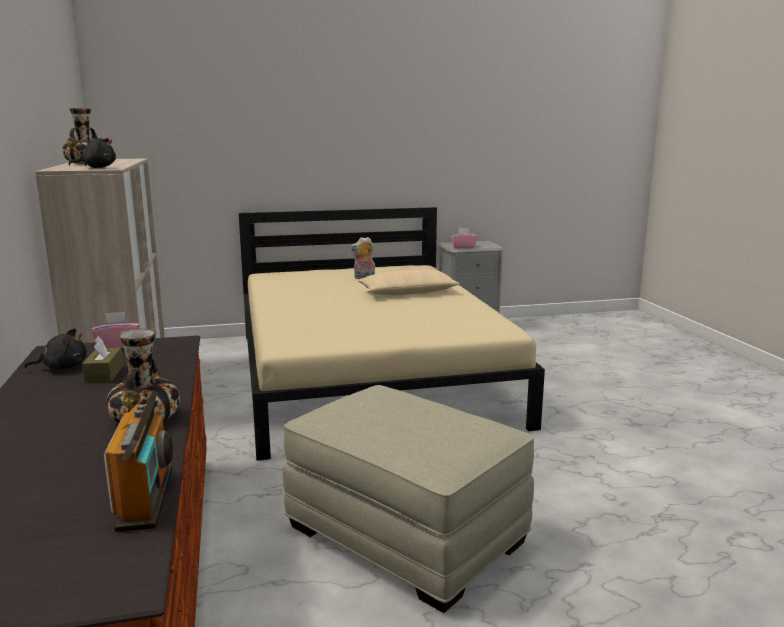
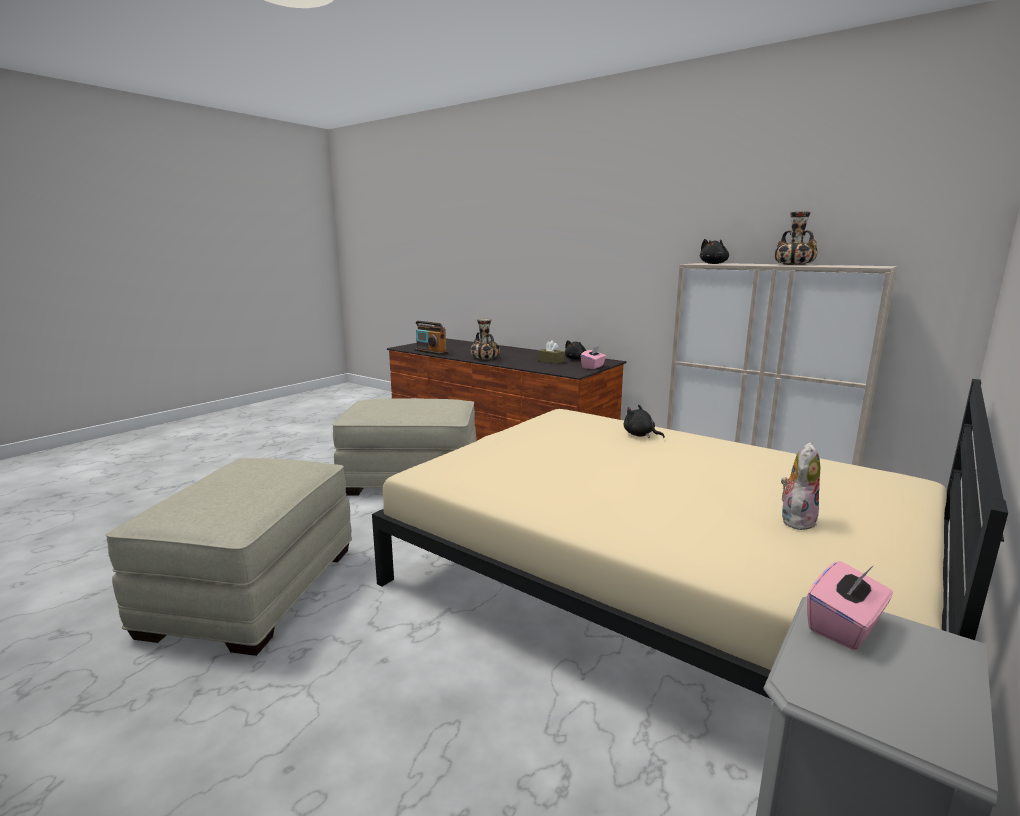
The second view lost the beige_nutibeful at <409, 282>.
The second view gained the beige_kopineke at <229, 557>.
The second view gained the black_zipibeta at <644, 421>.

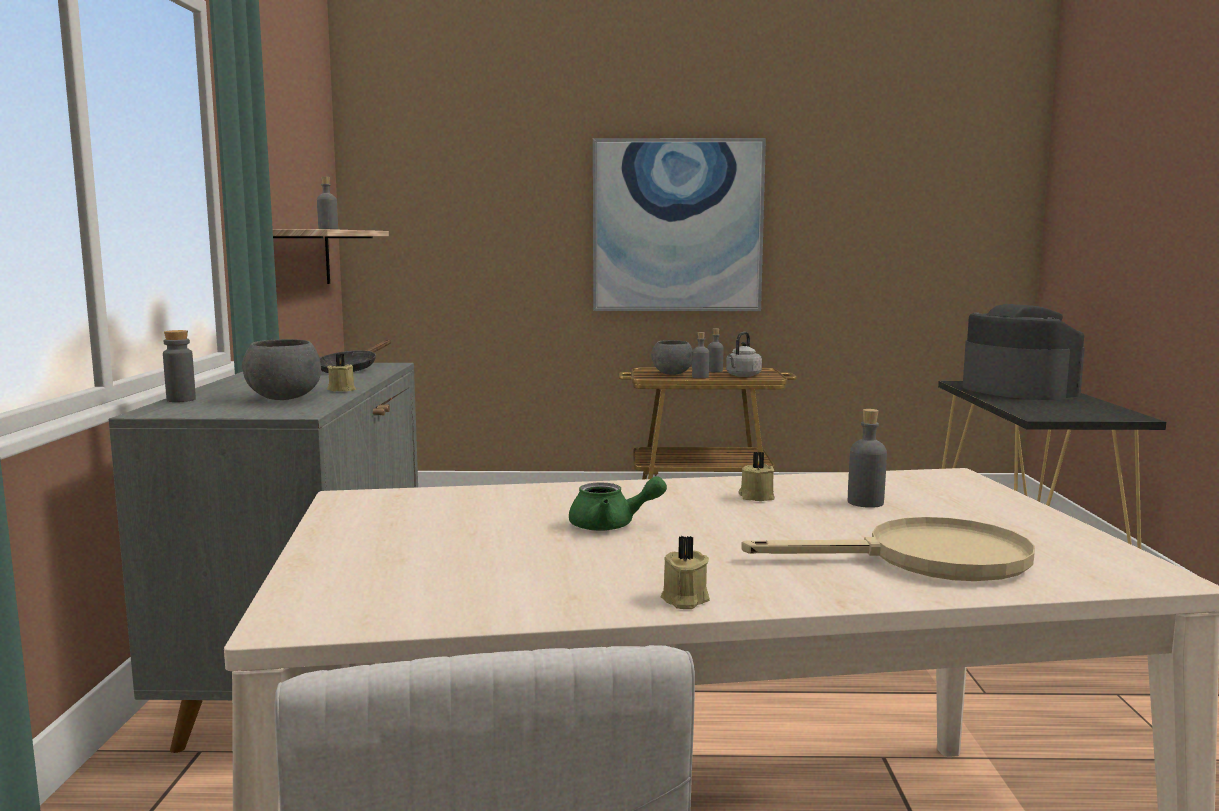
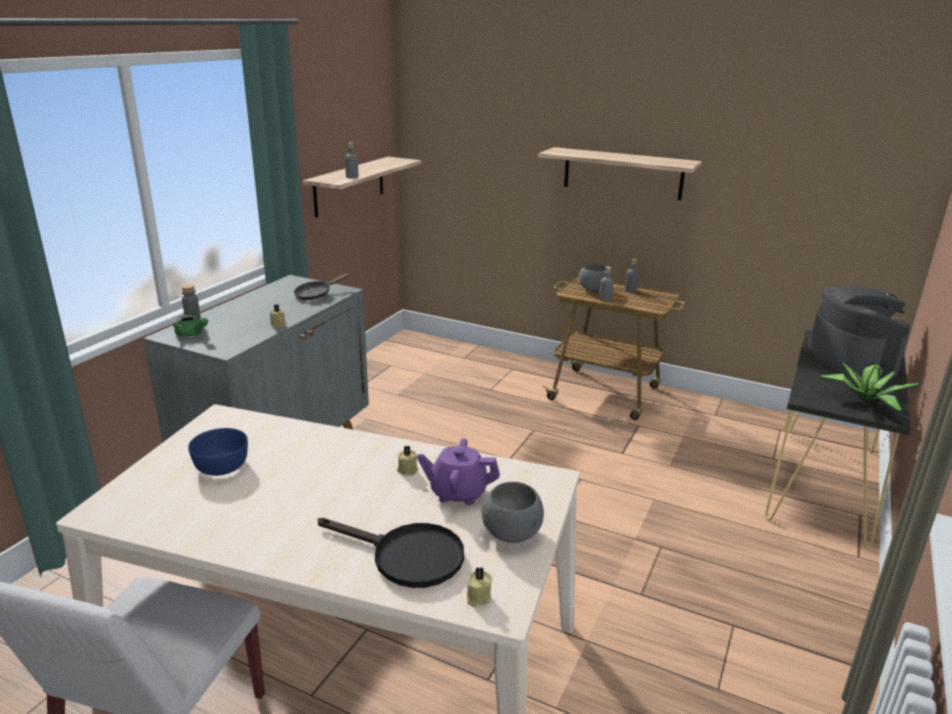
The second view lost the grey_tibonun at <744, 354>.
The second view gained the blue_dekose at <218, 452>.
The second view gained the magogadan at <870, 387>.
The grey_dekose ended up elsewhere, having gone from <281, 369> to <513, 512>.
The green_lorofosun ended up elsewhere, having gone from <618, 503> to <190, 326>.
The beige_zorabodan ended up elsewhere, having gone from <685, 572> to <479, 587>.
Where the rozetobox hung at <679, 224>, the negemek came to hang at <620, 173>.
Where the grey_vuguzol stood at <867, 458>, the purple_lorofosun came to stand at <458, 471>.
What was the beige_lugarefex at <888, 549> turned into the black_lugarefex at <391, 553>.

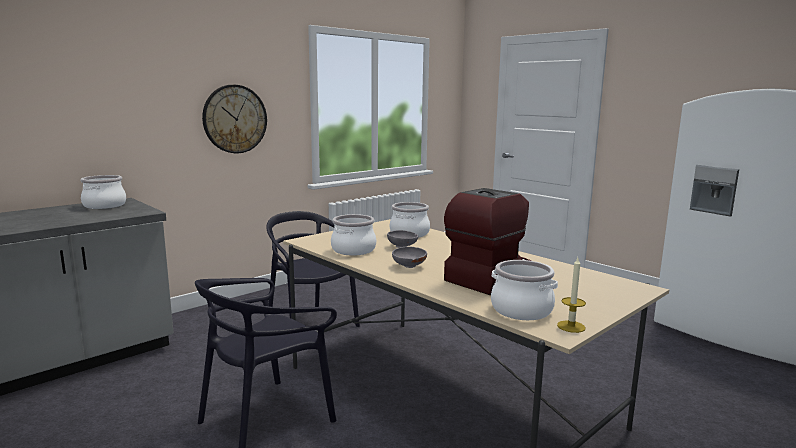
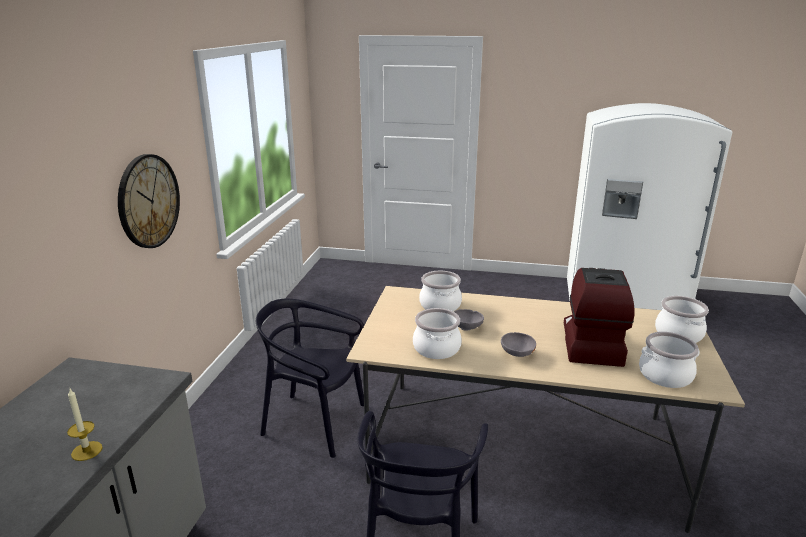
The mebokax ended up elsewhere, having gone from <103, 192> to <682, 319>.
The zorabodan ended up elsewhere, having gone from <571, 295> to <85, 425>.

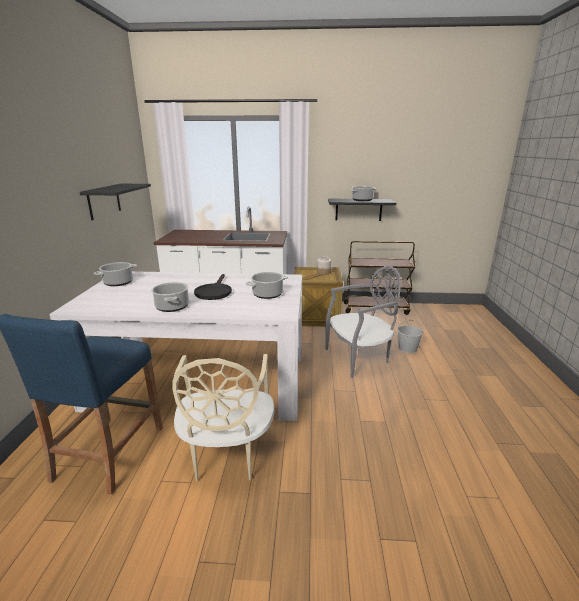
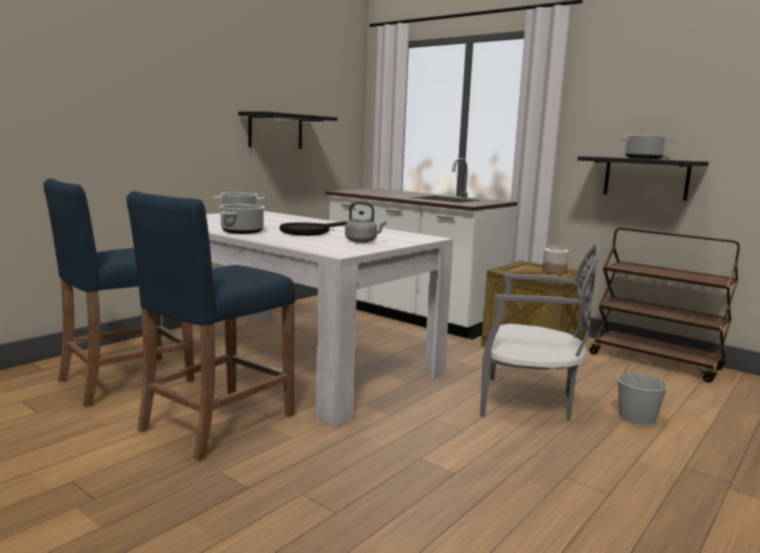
Where the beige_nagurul stood at <224, 418>, the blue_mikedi came to stand at <211, 326>.
Where the mebokax stood at <267, 285>, the grey_tibonun came to stand at <365, 222>.

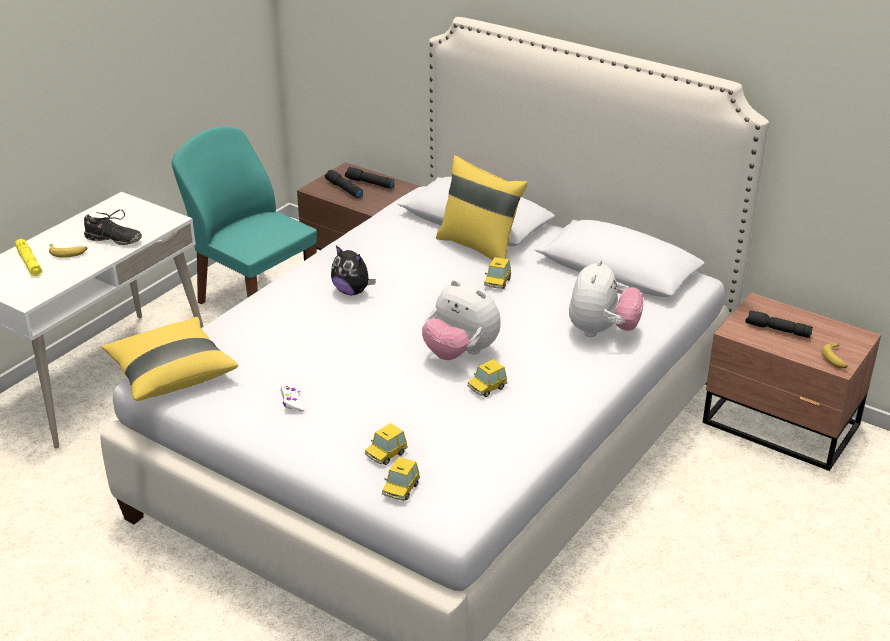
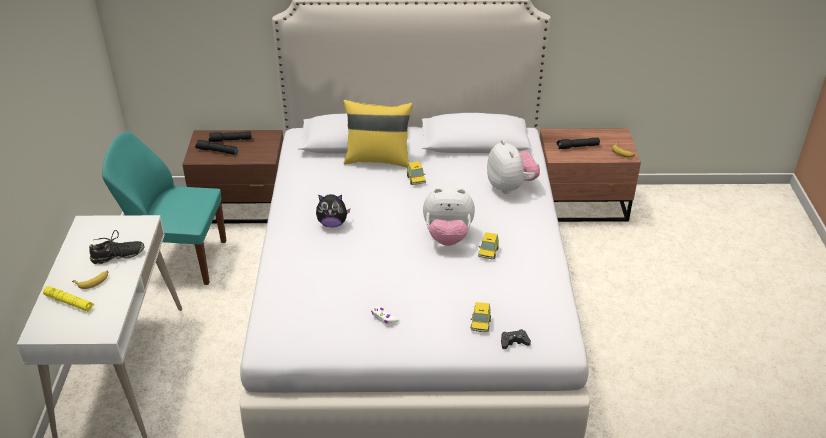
The second view lost the yellow_nutibeful at <169, 359>.
Where the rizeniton stood at <401, 479>, the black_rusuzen came to stand at <516, 339>.

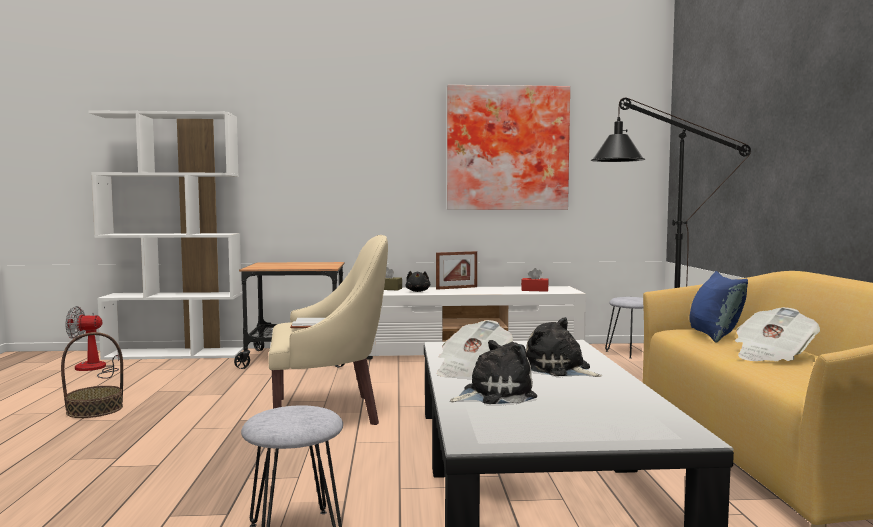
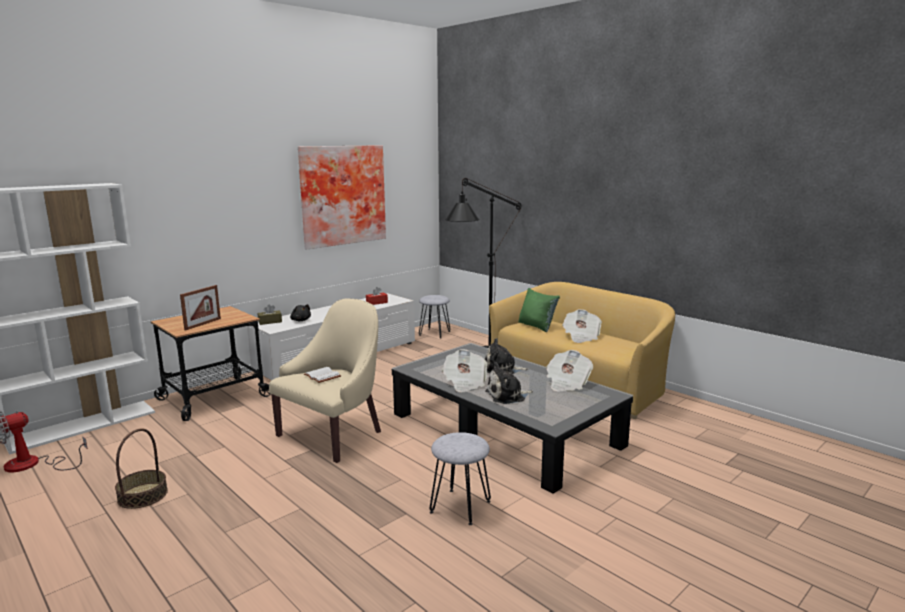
The second view gained the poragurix at <570, 370>.
The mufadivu ended up elsewhere, having gone from <456, 270> to <200, 308>.
What was the blue_nutibeful at <718, 307> turned into the green_nutibeful at <539, 310>.
The zipibeta at <493, 372> ended up facing another way, 135 degrees counterclockwise from before.

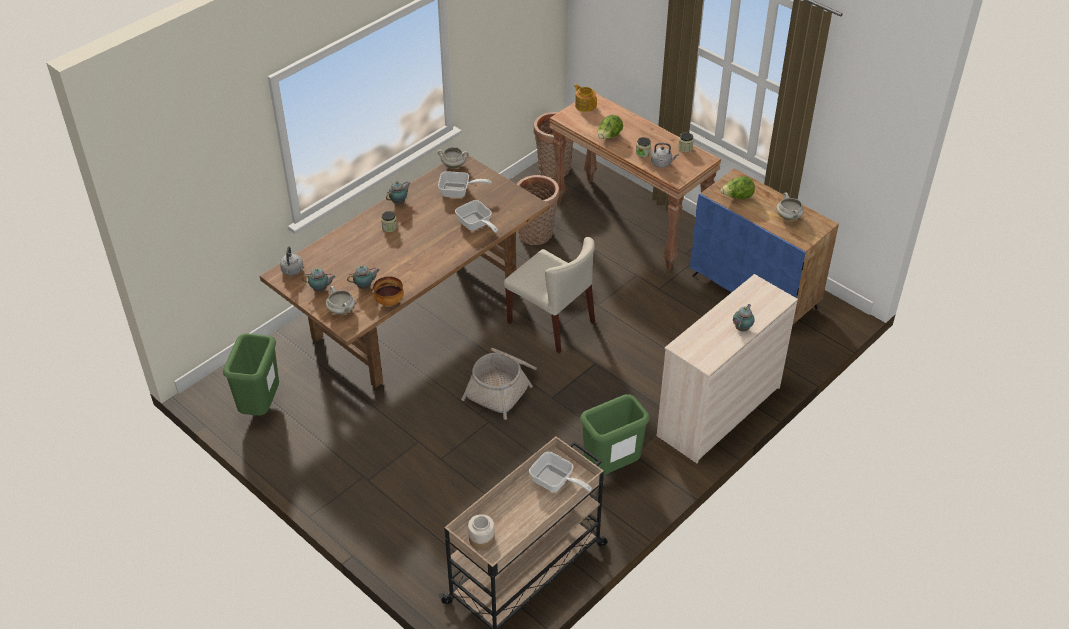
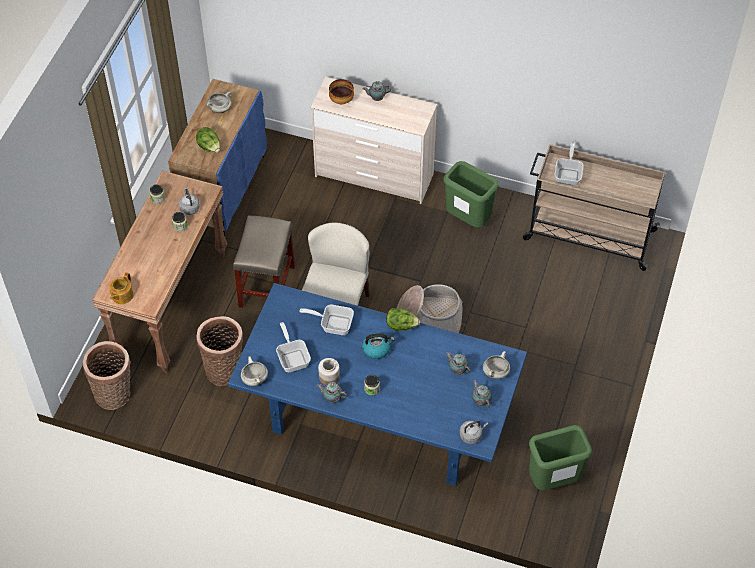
The second view gained the beige_mikedi at <264, 261>.
The second view gained the tibonun at <378, 346>.
The dekose ended up elsewhere, having gone from <388, 291> to <341, 91>.
The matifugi ended up elsewhere, having gone from <481, 532> to <329, 371>.
The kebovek ended up elsewhere, having gone from <610, 127> to <403, 319>.
What was the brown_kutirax at <405, 271> turned into the blue_kutirax at <377, 384>.
The lugarefex at <476, 216> ended up facing another way, 105 degrees counterclockwise from before.

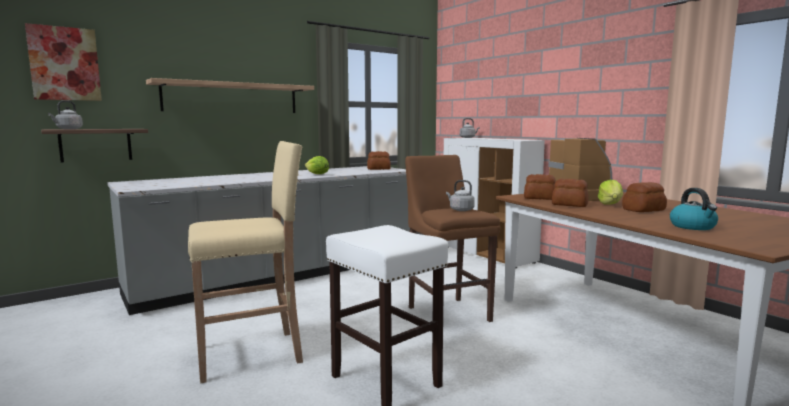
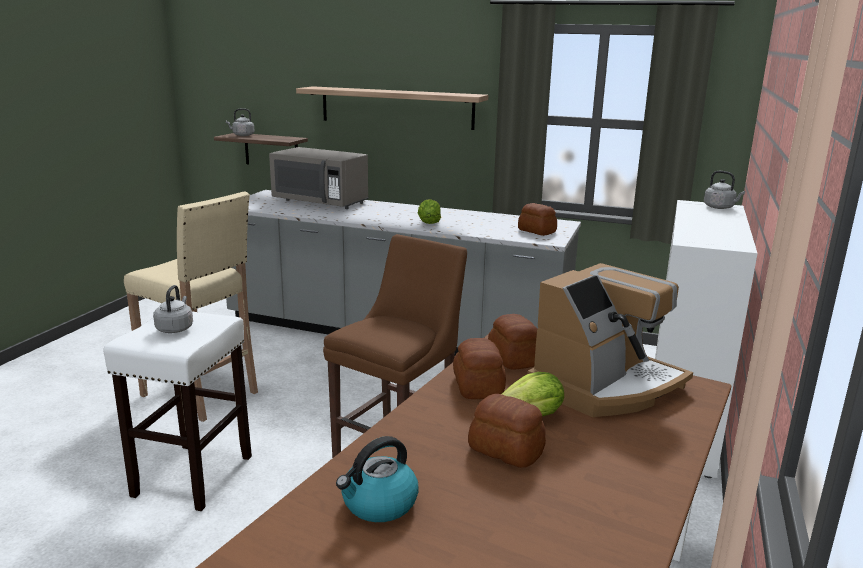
The second view lost the rozetobox at <63, 62>.
The second view gained the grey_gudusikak at <319, 178>.
The grey_tibonun ended up elsewhere, having gone from <460, 195> to <173, 309>.

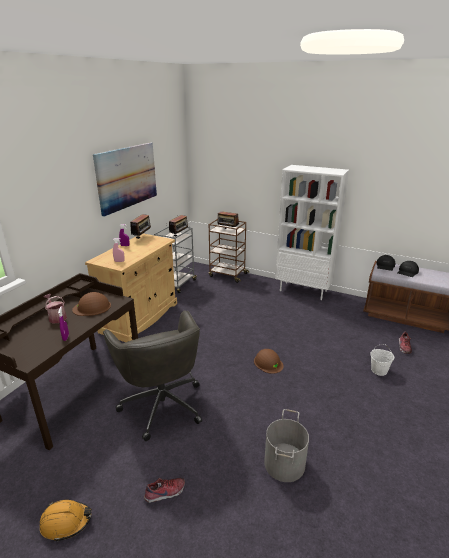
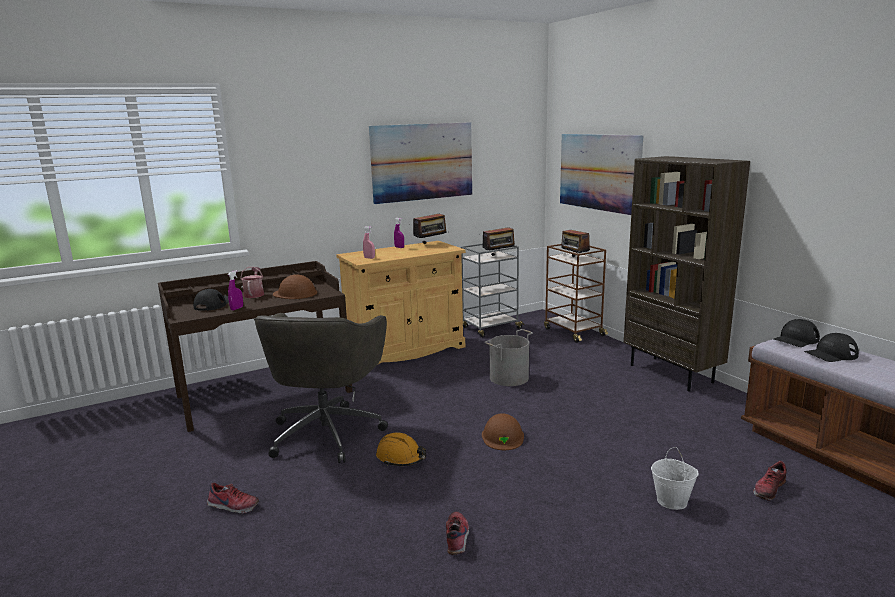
The second view gained the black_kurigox at <211, 300>.
The second view gained the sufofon at <457, 533>.
The second view gained the rozetobox at <601, 174>.
The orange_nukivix ended up elsewhere, having gone from <65, 521> to <401, 449>.
The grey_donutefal ended up elsewhere, having gone from <286, 445> to <508, 357>.
What was the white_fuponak at <312, 232> turned into the brown_fuponak at <687, 274>.

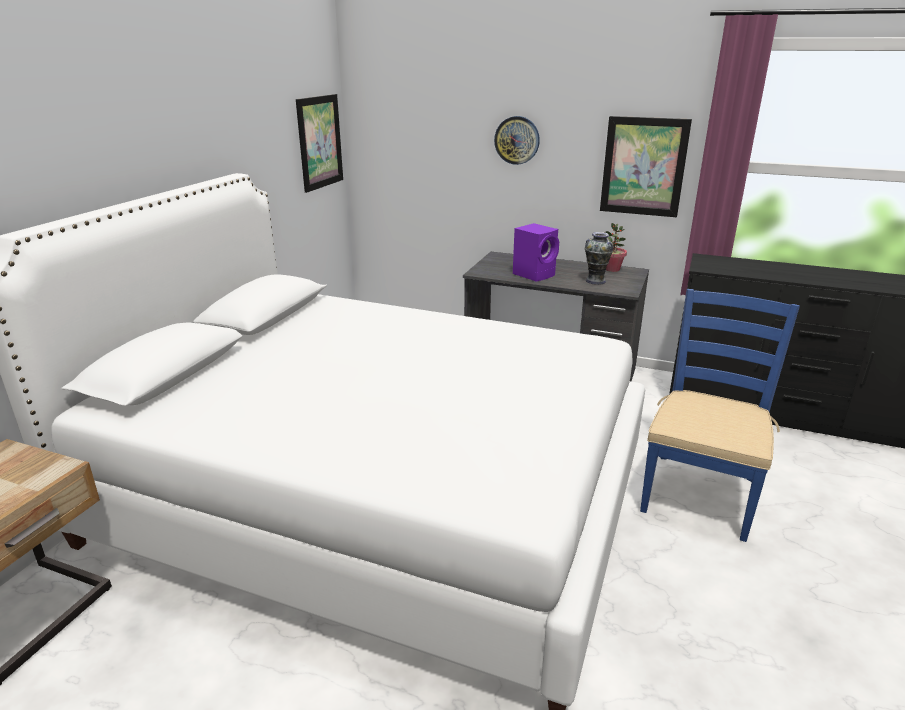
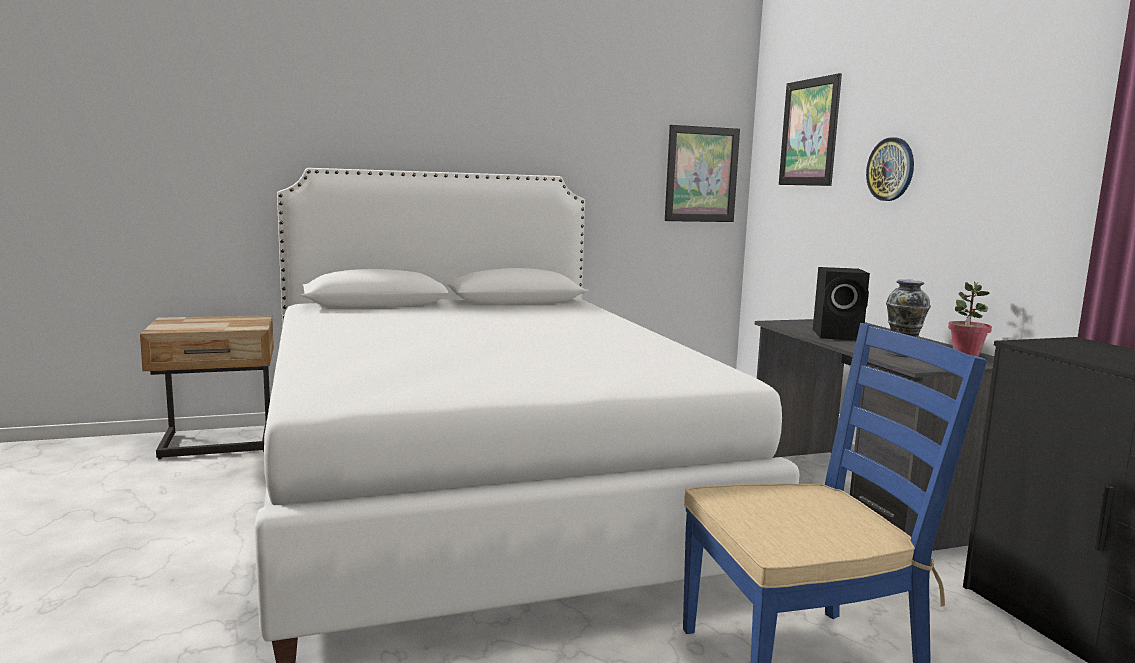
The rozetobox ended up elsewhere, having gone from <646, 166> to <810, 129>.
What was the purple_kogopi at <536, 252> turned into the black_kogopi at <841, 303>.

